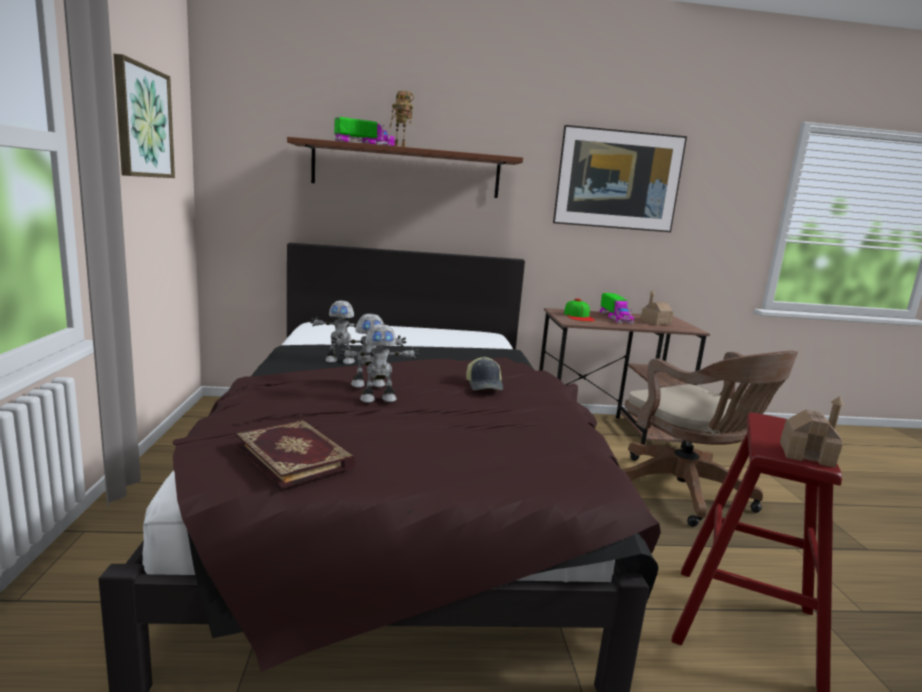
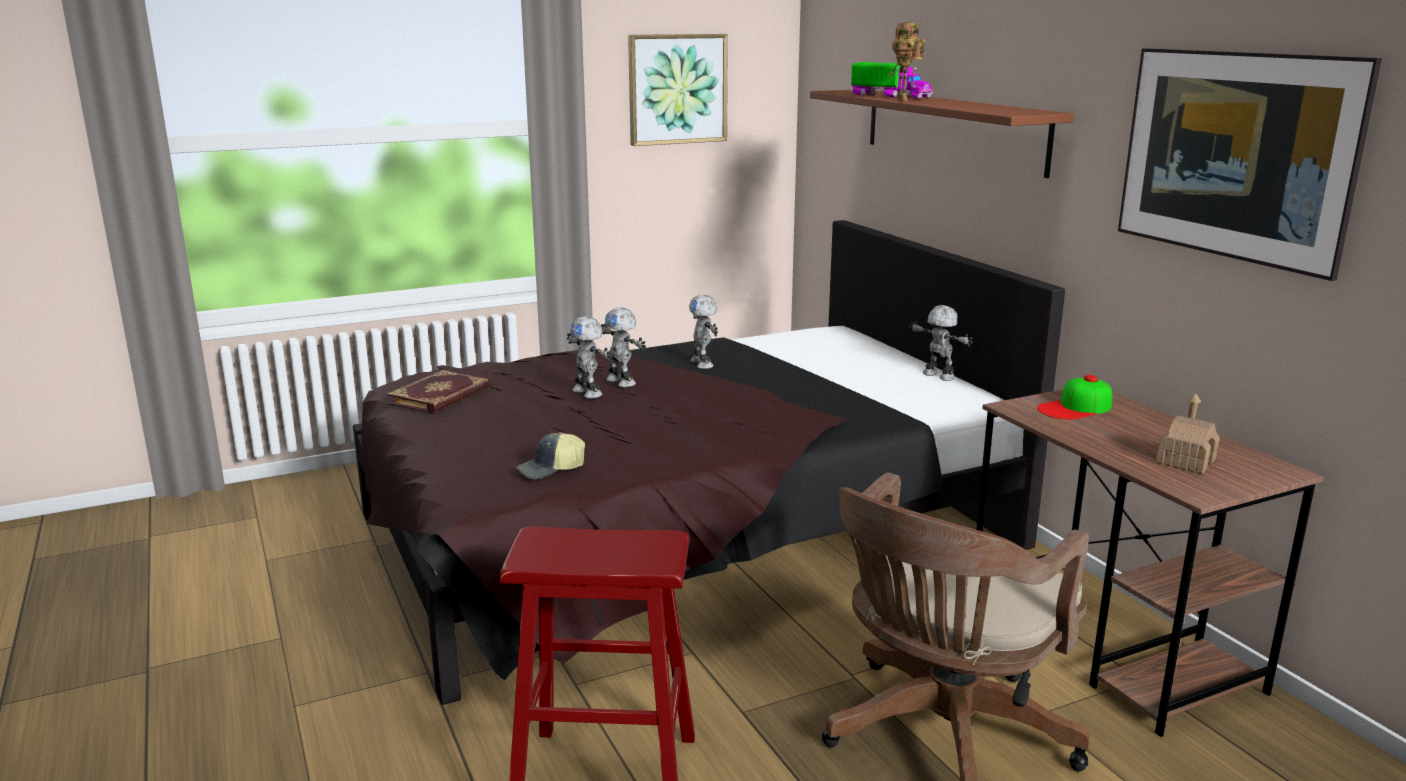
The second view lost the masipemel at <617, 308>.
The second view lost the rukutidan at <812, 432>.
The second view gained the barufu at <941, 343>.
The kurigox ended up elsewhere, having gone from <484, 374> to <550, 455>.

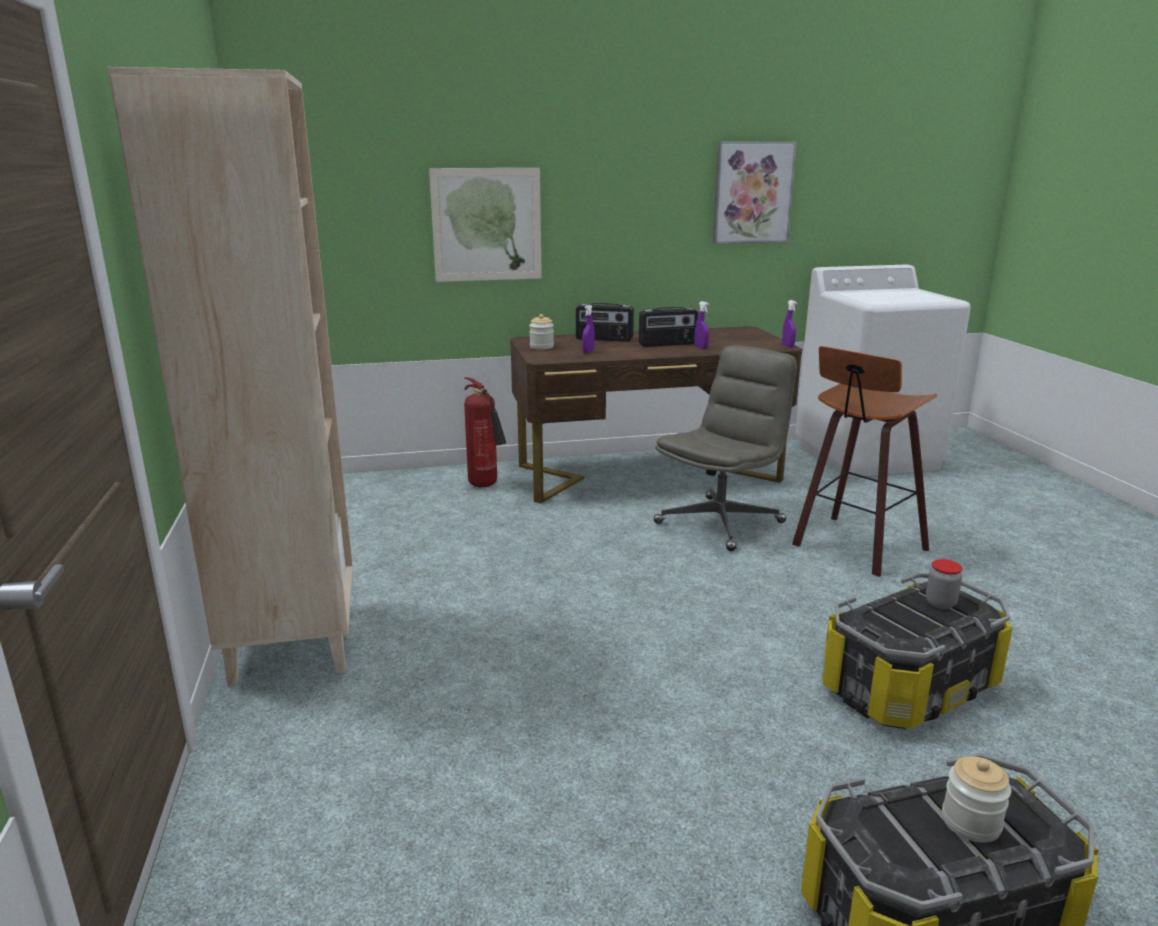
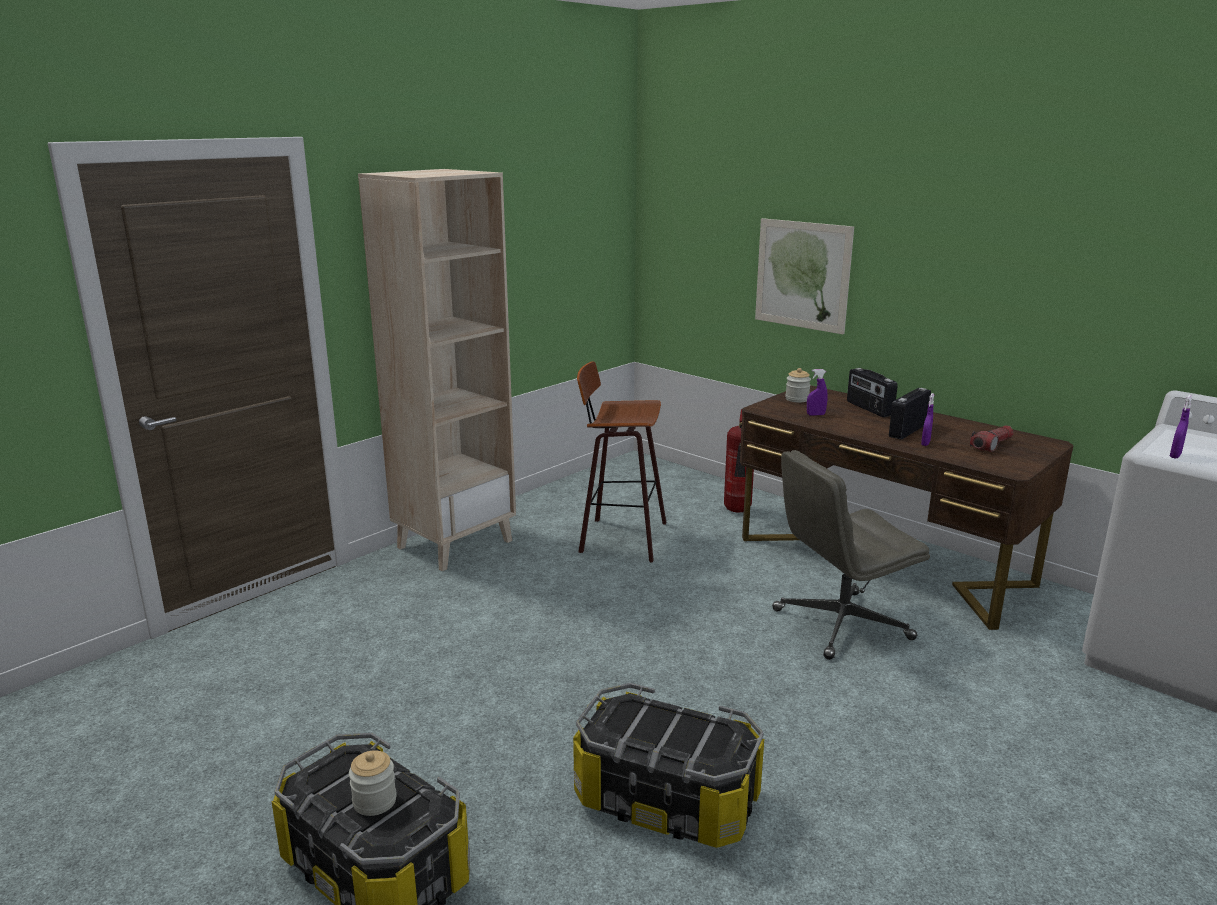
The second view lost the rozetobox at <755, 193>.
The second view lost the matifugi at <944, 584>.
The second view gained the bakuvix at <992, 438>.
The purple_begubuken ended up elsewhere, having gone from <789, 323> to <1181, 427>.
The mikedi ended up elsewhere, having gone from <864, 461> to <621, 462>.
The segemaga at <668, 327> ended up facing another way, 90 degrees clockwise from before.
The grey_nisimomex at <725, 448> ended up facing another way, 150 degrees clockwise from before.

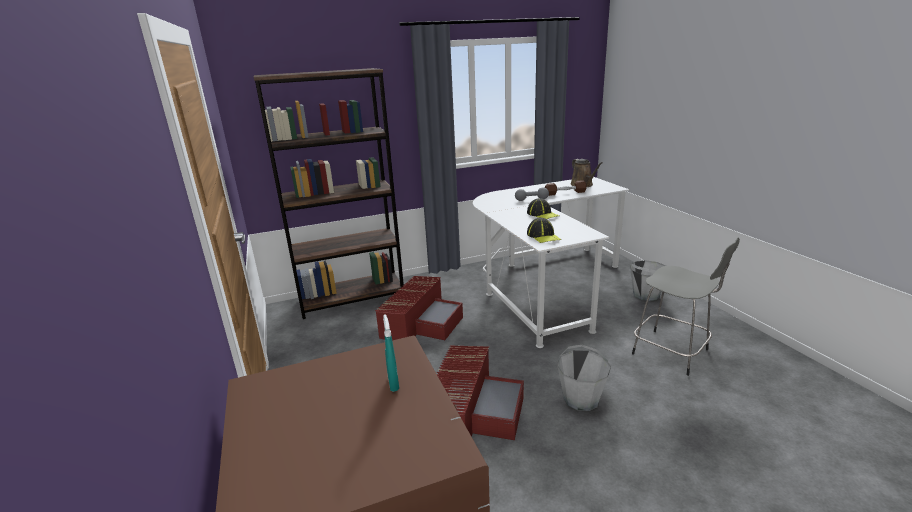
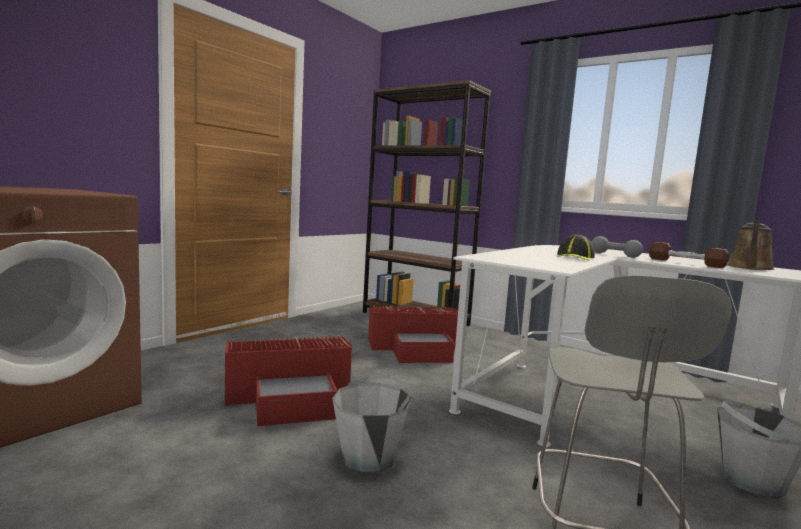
The second view lost the turquoise_begubuken at <391, 353>.
The second view lost the kurigox at <544, 230>.

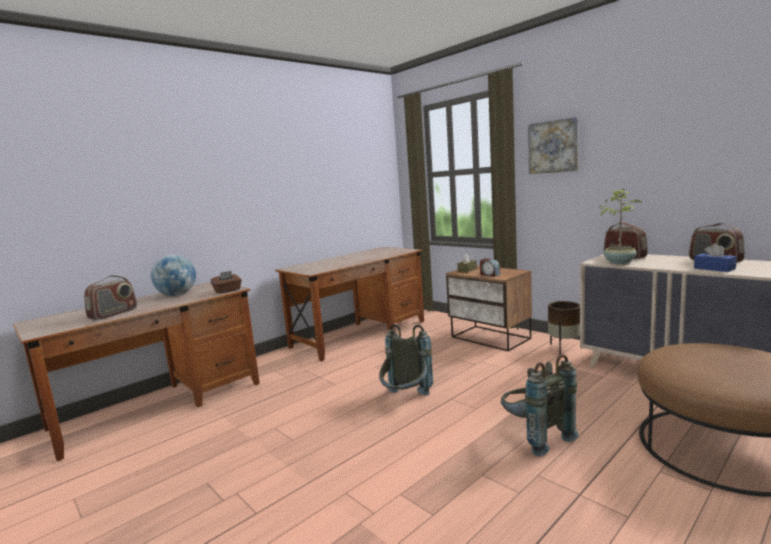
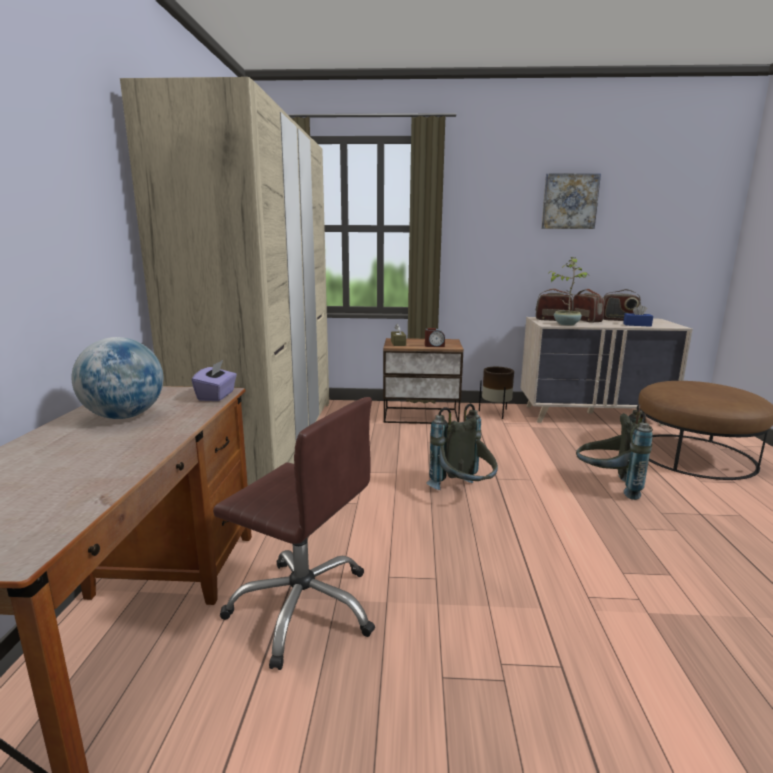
The second view gained the brown_nisimomex at <294, 533>.
The segemaga ended up elsewhere, having gone from <110, 297> to <588, 306>.
The rozetobox ended up elsewhere, having gone from <553, 145> to <571, 201>.
Where the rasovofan stood at <349, 304>, the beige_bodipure came to stand at <224, 281>.
What was the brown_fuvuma at <226, 282> turned into the purple_fuvuma at <214, 380>.

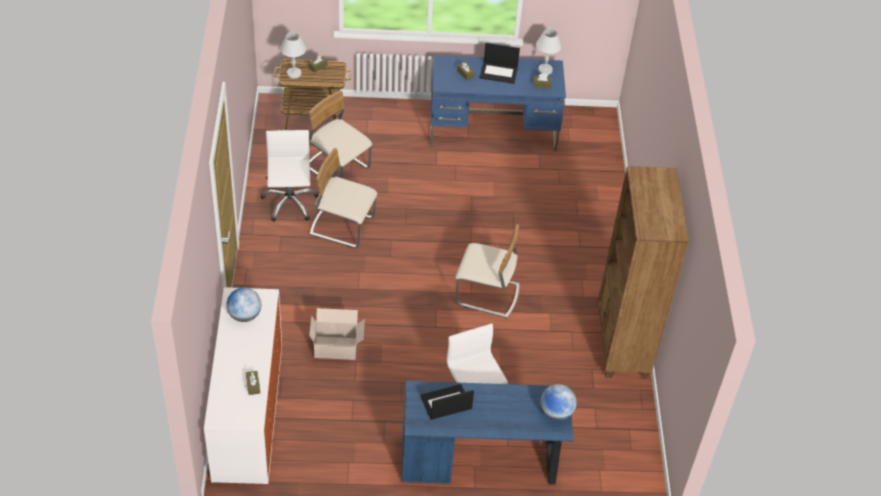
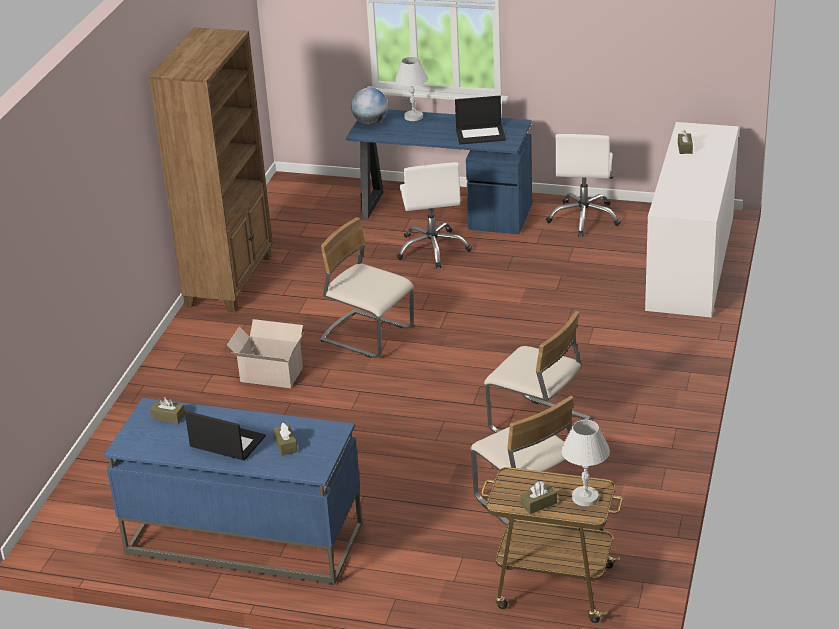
The second view lost the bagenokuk at <243, 304>.
The white_nisimomex ended up elsewhere, having gone from <290, 176> to <583, 185>.
The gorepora ended up elsewhere, having gone from <337, 334> to <265, 353>.
The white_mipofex ended up elsewhere, having gone from <549, 52> to <411, 89>.

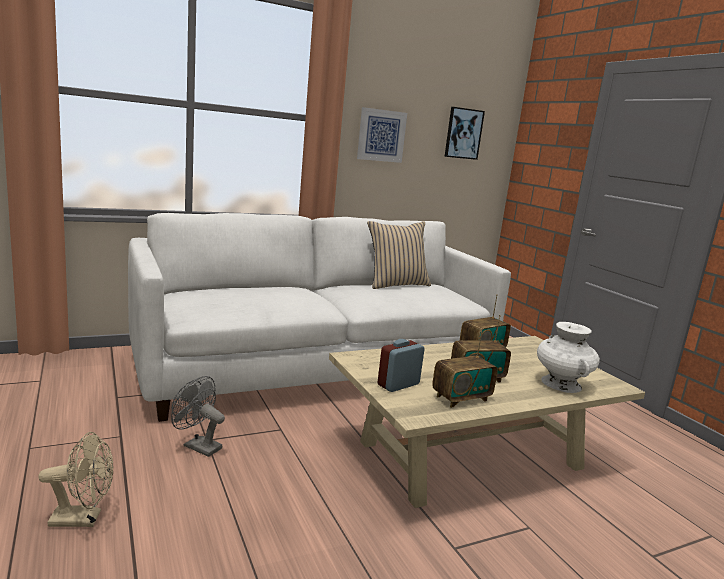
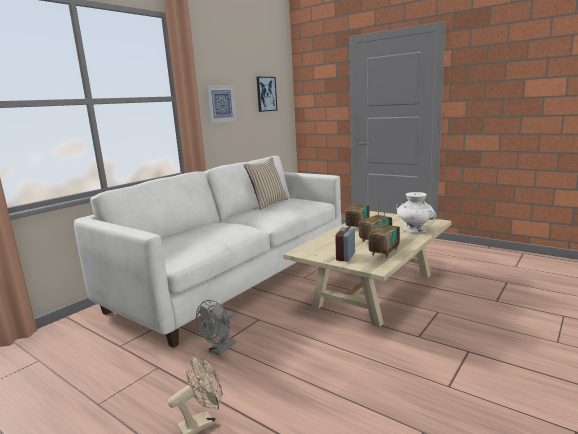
The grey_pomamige at <198, 416> ended up facing another way, 60 degrees counterclockwise from before.

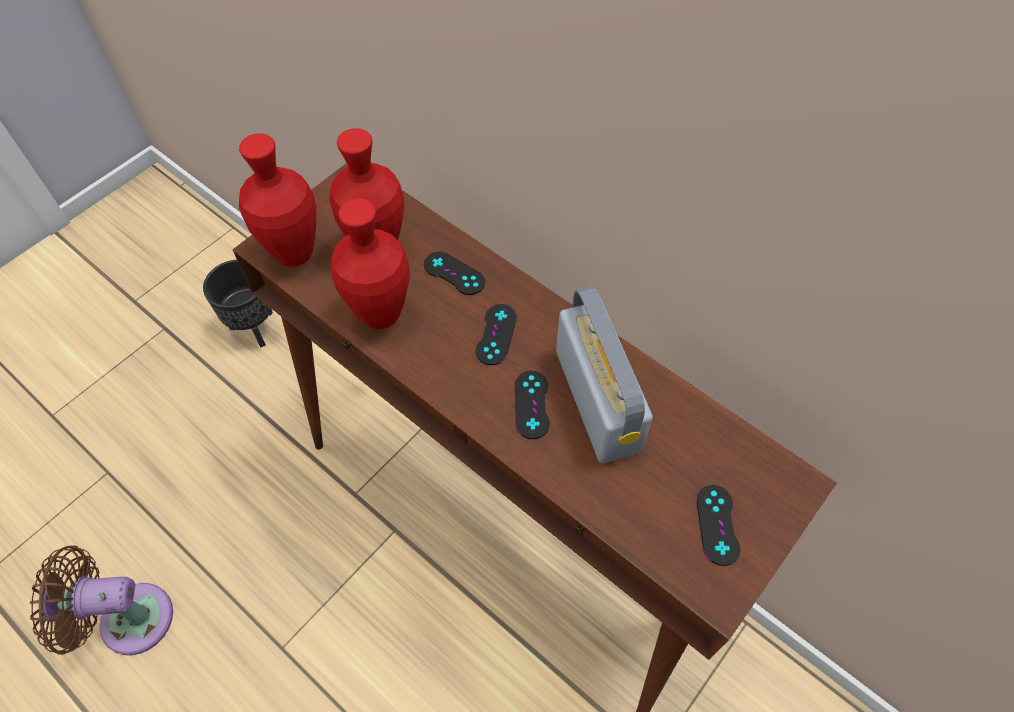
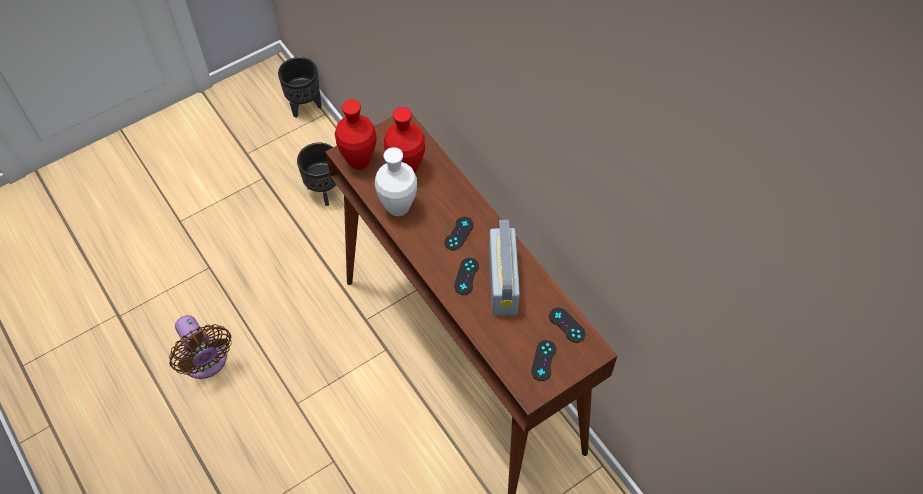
The second view gained the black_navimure at <300, 87>.
The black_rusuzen ended up elsewhere, having gone from <454, 273> to <567, 325>.
What was the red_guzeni at <370, 263> turned into the white_guzeni at <396, 181>.
The brown_pomamige at <101, 600> ended up facing another way, 135 degrees counterclockwise from before.

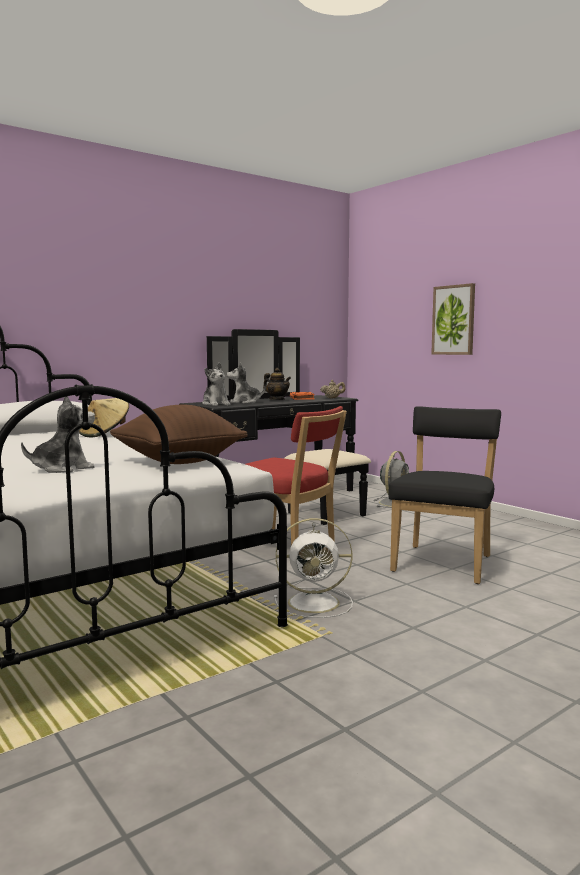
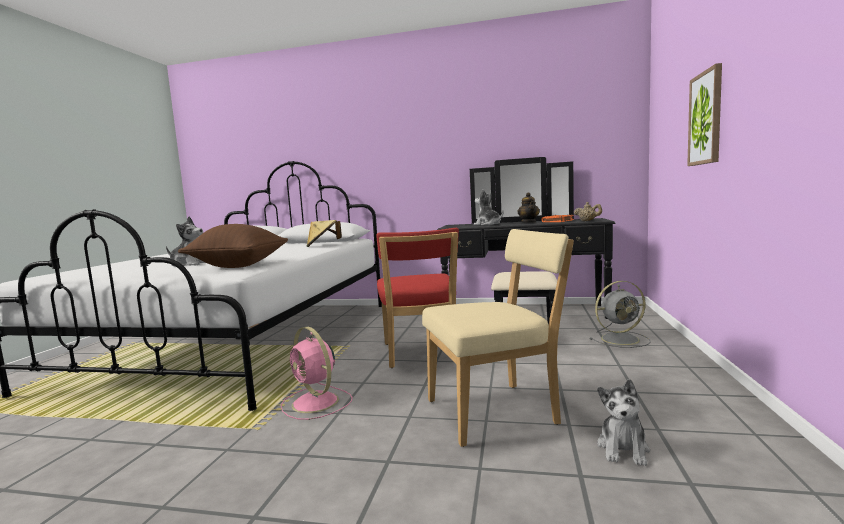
The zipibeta ended up elsewhere, having gone from <216, 384> to <623, 422>.
What was the white_pomamige at <313, 568> turned into the pink_pomamige at <316, 373>.
What was the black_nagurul at <445, 495> turned into the beige_nagurul at <498, 338>.

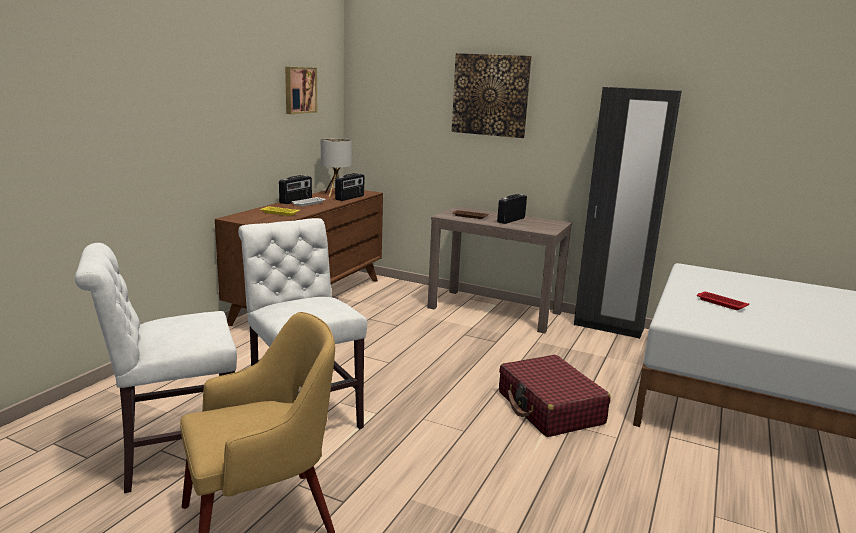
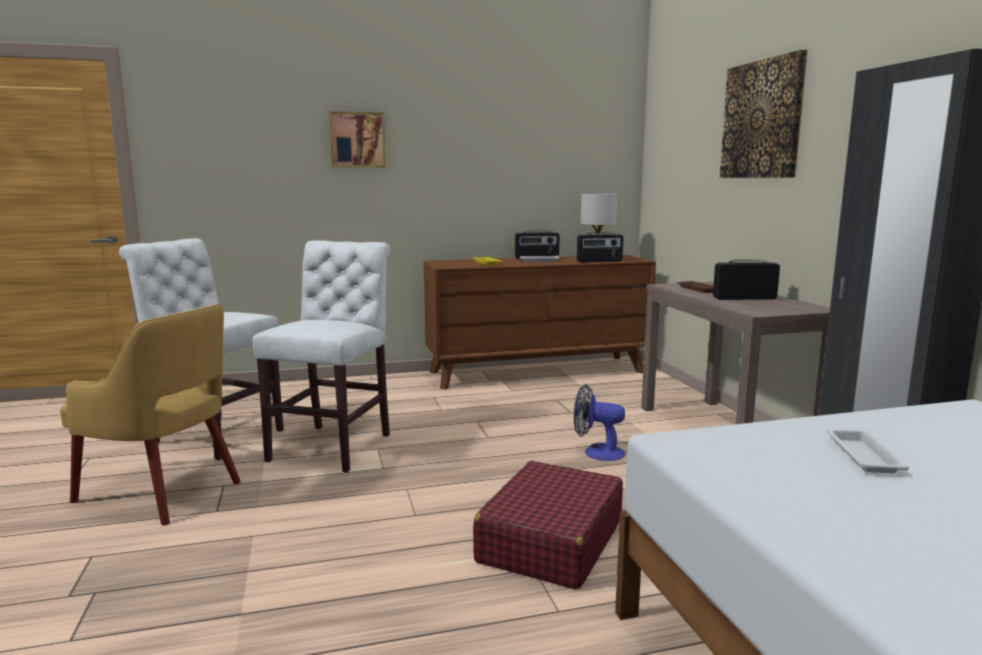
The second view gained the pomamige at <599, 422>.
The rozetobox ended up elsewhere, having gone from <301, 90> to <357, 139>.
What was the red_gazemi at <723, 301> turned into the white_gazemi at <867, 451>.

